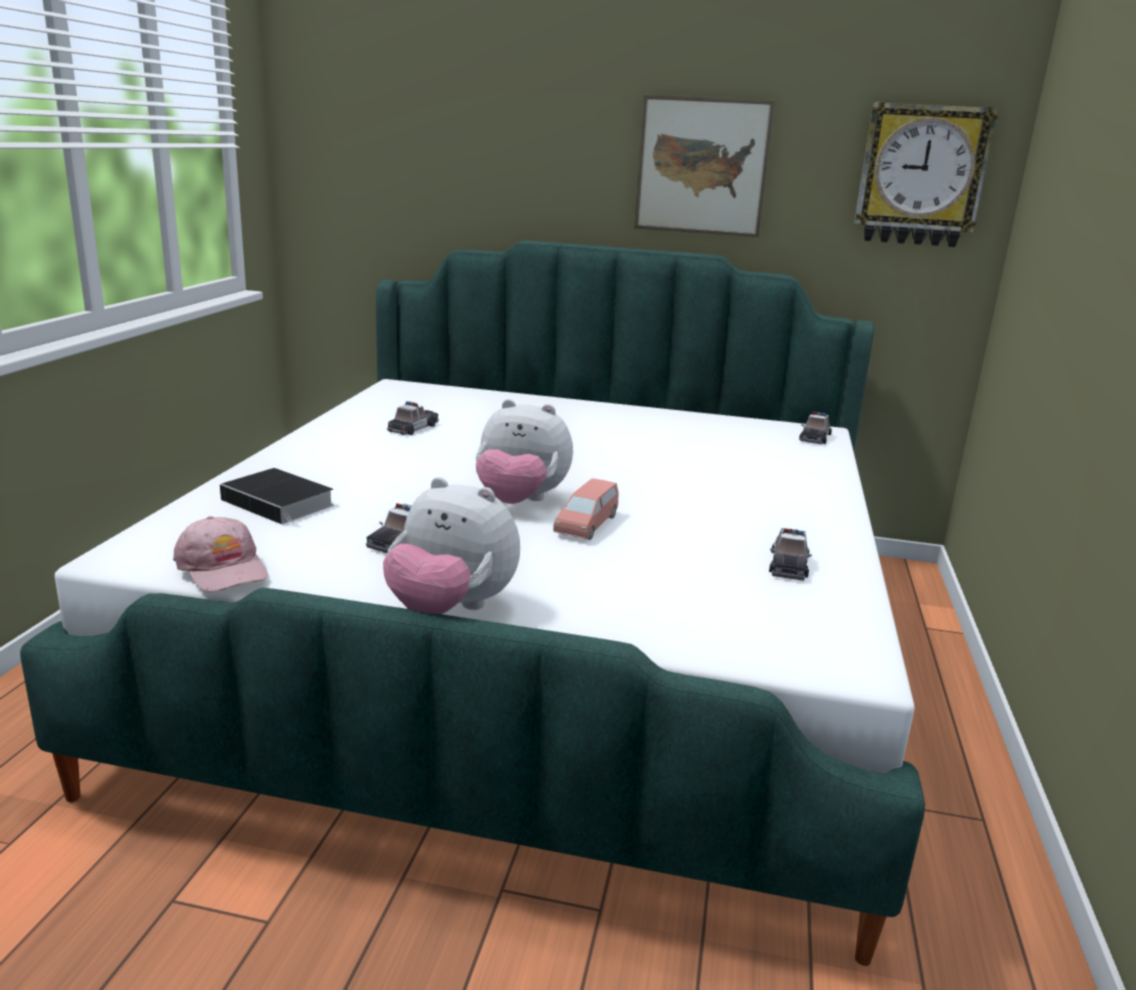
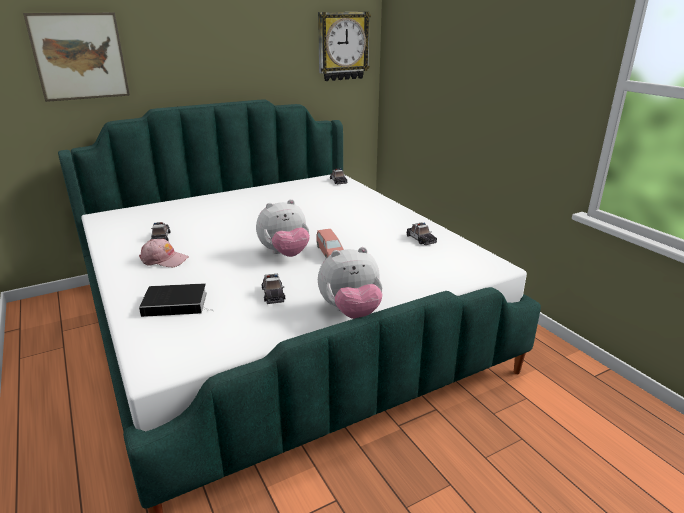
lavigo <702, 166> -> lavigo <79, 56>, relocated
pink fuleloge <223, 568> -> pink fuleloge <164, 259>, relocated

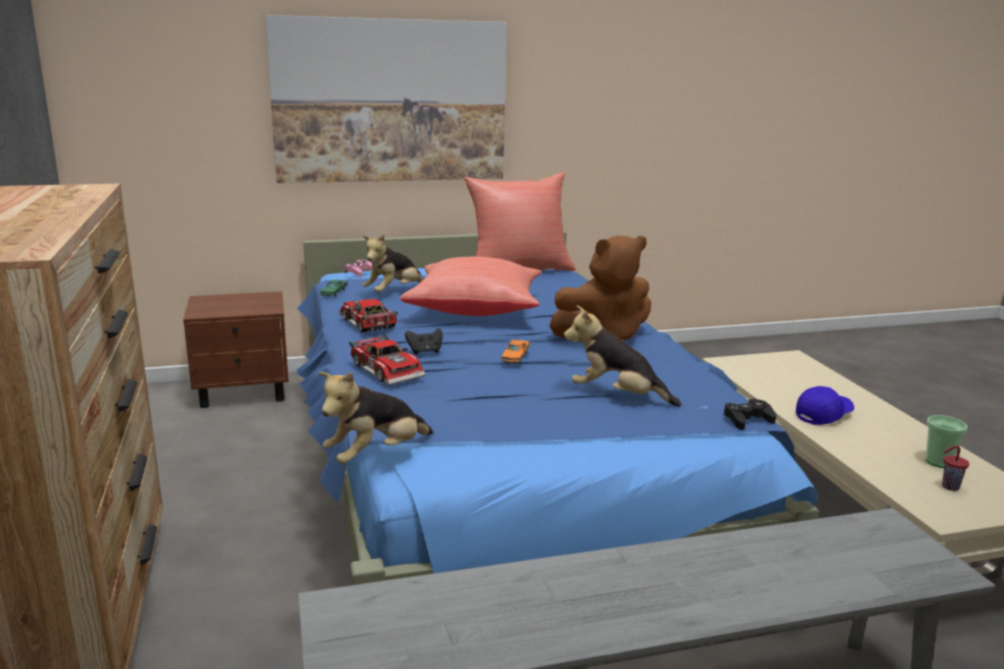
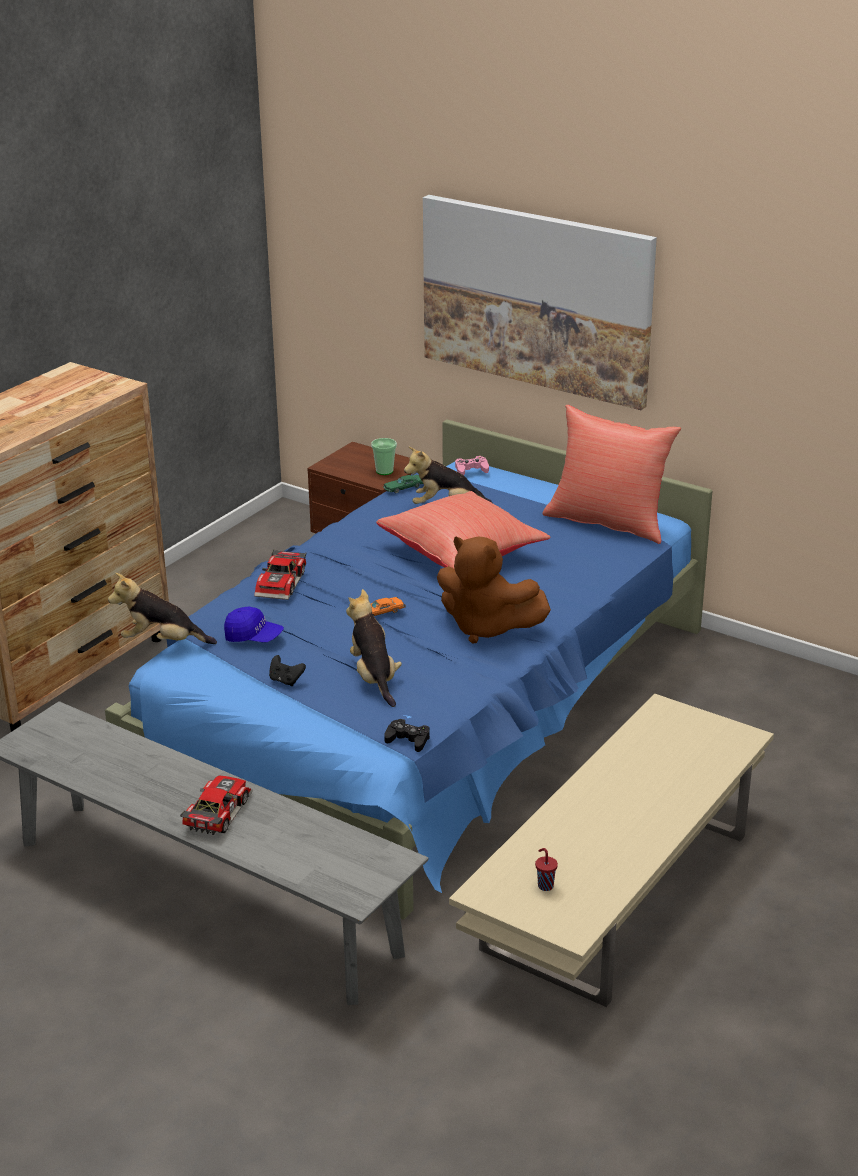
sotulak <366, 323> -> sotulak <215, 812>, relocated
blue fuleloge <823, 415> -> blue fuleloge <253, 637>, relocated
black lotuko <425, 352> -> black lotuko <286, 681>, relocated
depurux <938, 462> -> depurux <384, 471>, relocated

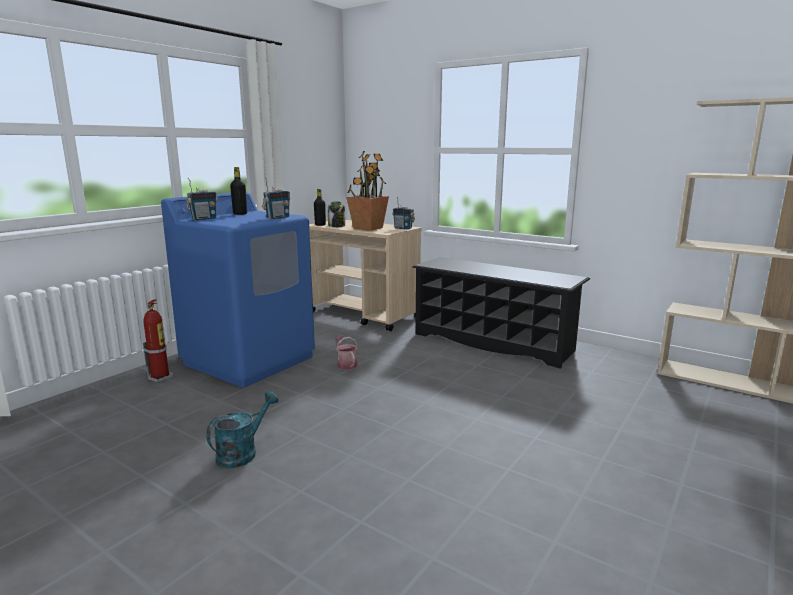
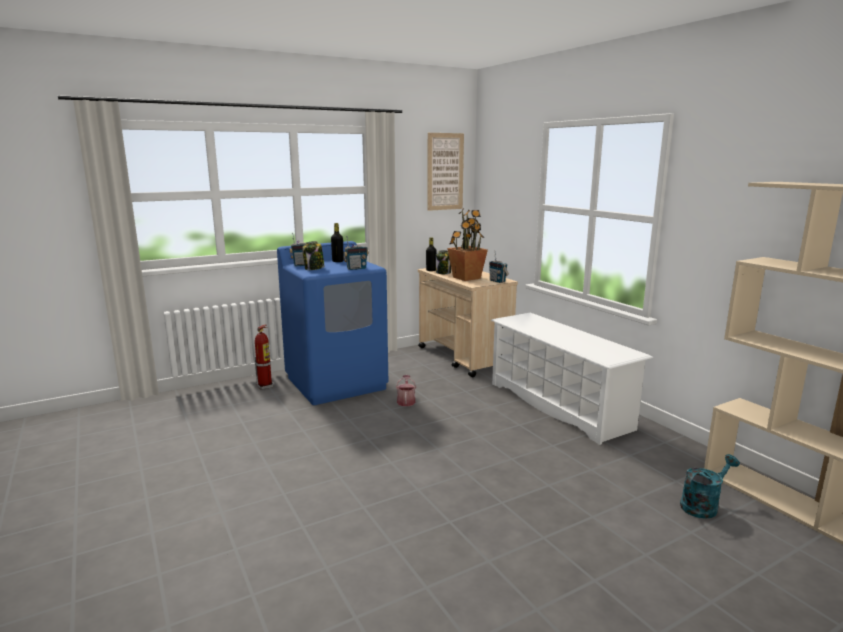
none -> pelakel <314, 268>
none -> lavigo <445, 172>
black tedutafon <493, 342> -> white tedutafon <559, 405>
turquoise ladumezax <242, 453> -> turquoise ladumezax <703, 505>, relocated

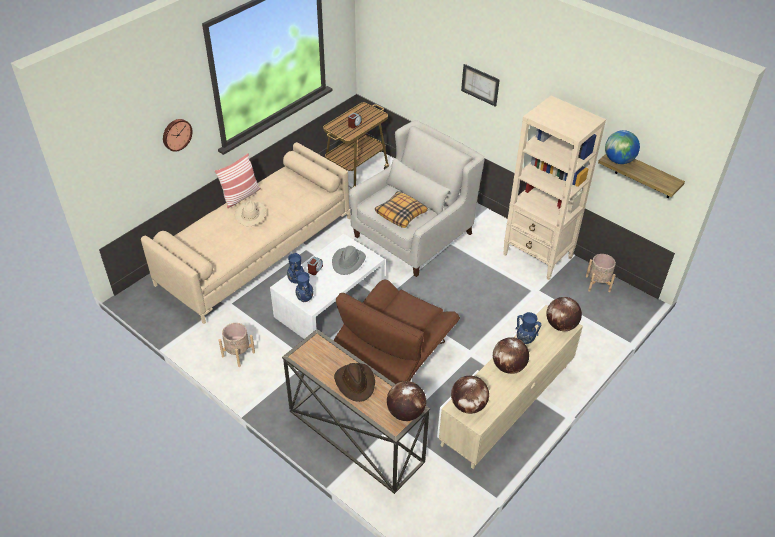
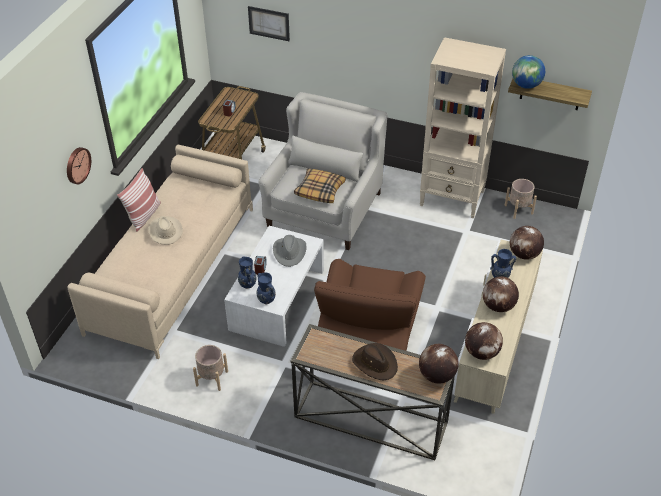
lavigo <480, 84> -> lavigo <269, 23>, relocated

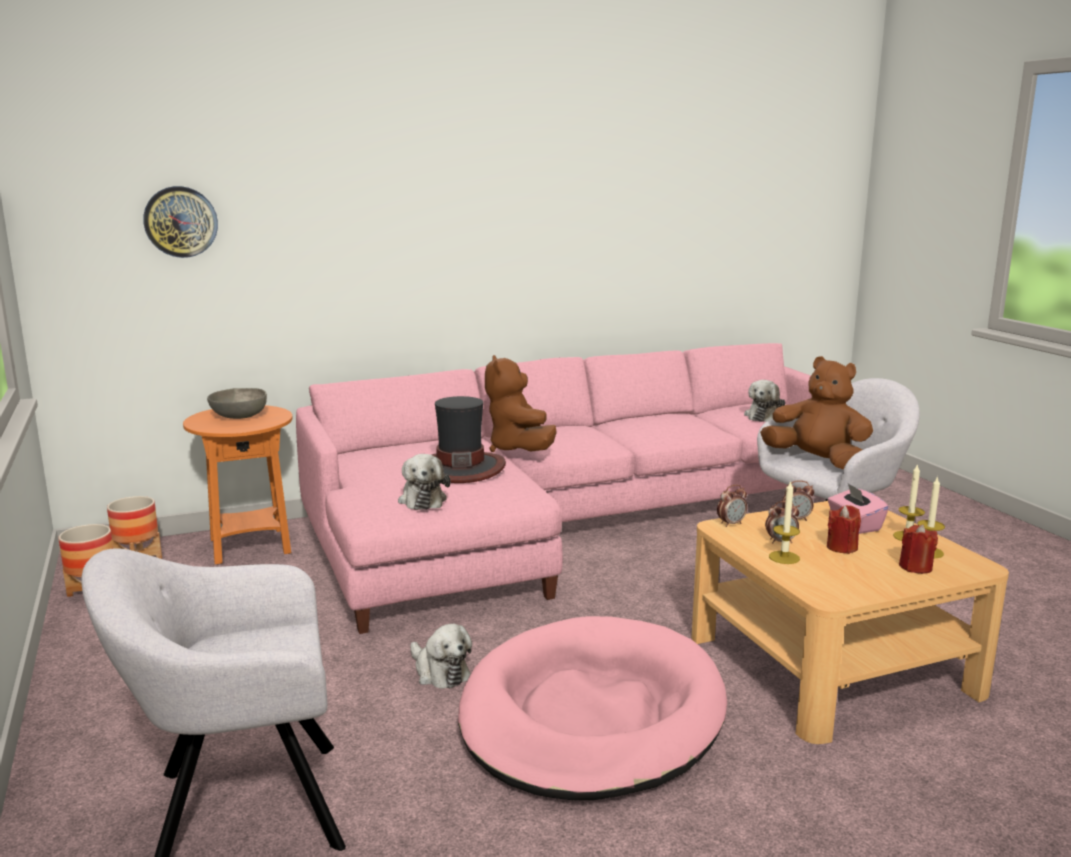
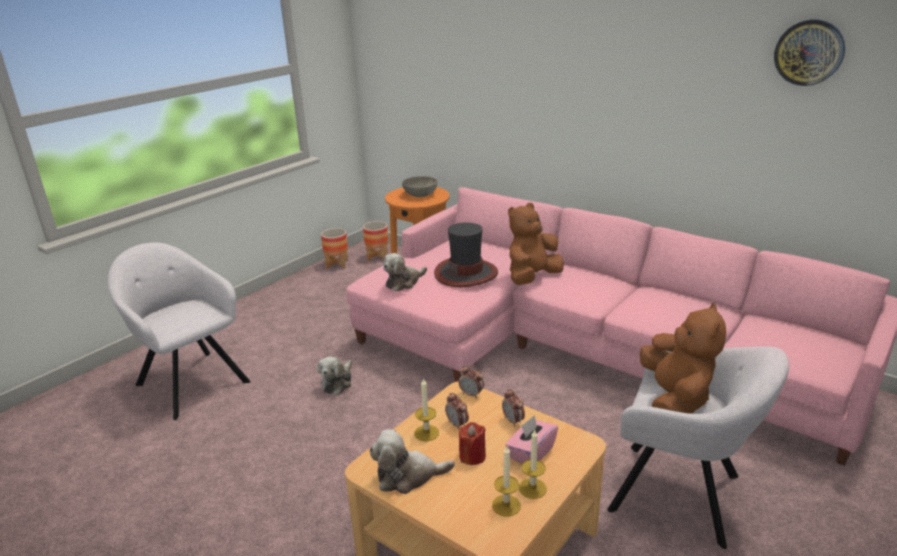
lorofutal <763, 416> -> lorofutal <408, 476>, relocated
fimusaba <180, 222> -> fimusaba <809, 52>, relocated
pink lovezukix <592, 715> -> none
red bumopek <915, 567> -> none

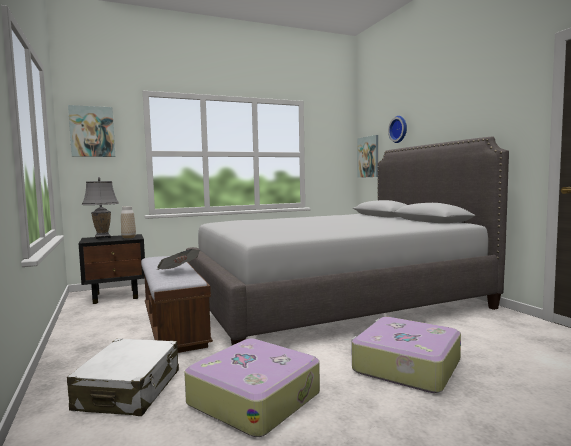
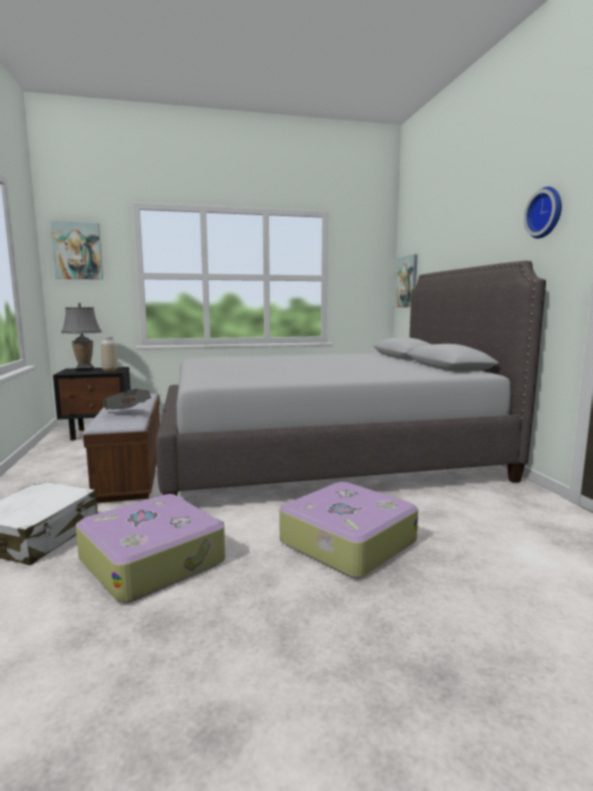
fimusaba <399, 129> -> fimusaba <546, 213>, relocated

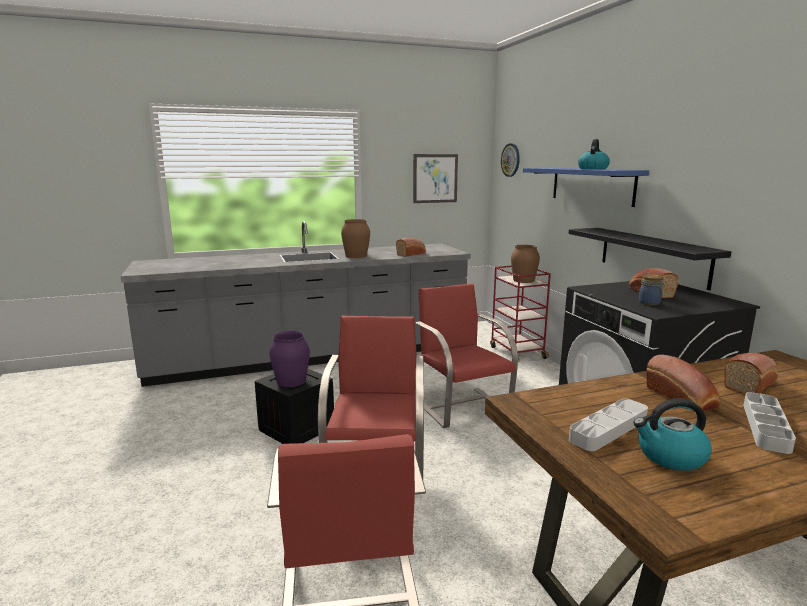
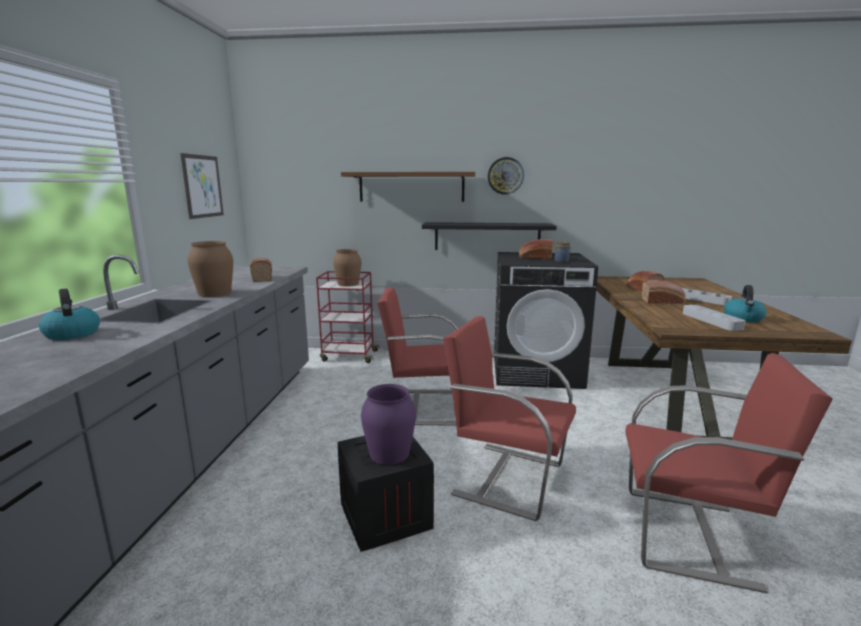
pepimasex <592, 169> -> pepimasex <72, 334>, relocated
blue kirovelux <591, 185> -> brown kirovelux <411, 187>
fimusaba <511, 160> -> fimusaba <505, 176>, relocated

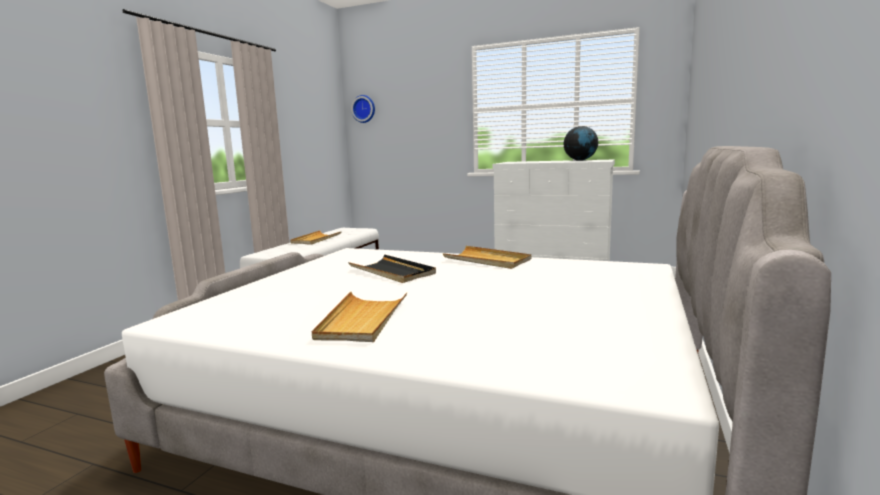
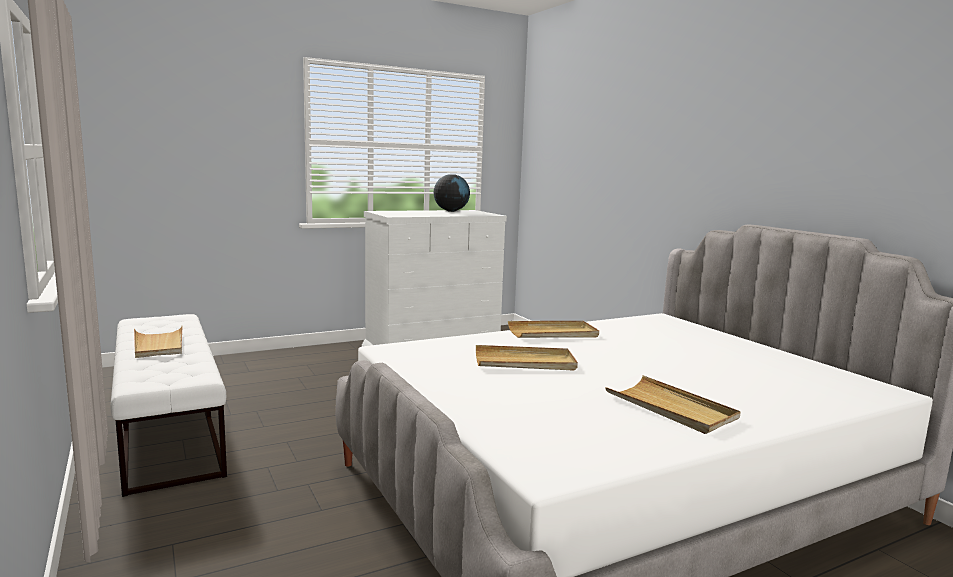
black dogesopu <392, 272> -> beige dogesopu <525, 362>
fimusaba <364, 109> -> none

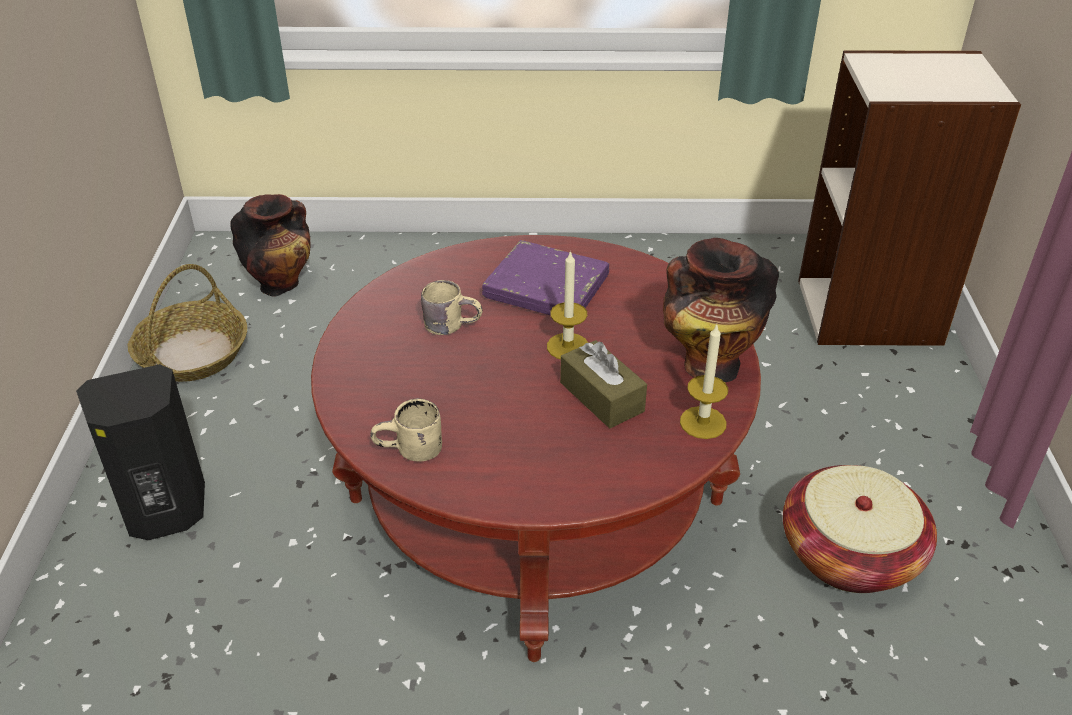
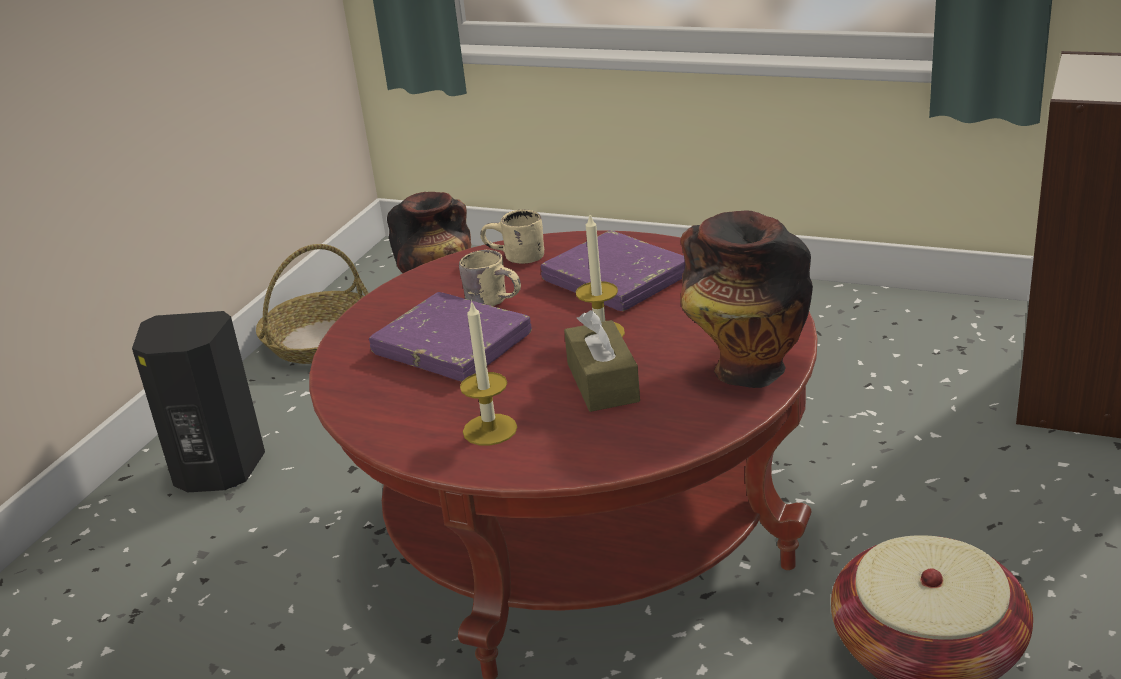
none -> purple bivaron <452, 345>
bumopek <703, 422> -> bumopek <490, 429>, relocated
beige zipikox <411, 452> -> beige zipikox <515, 258>, relocated

